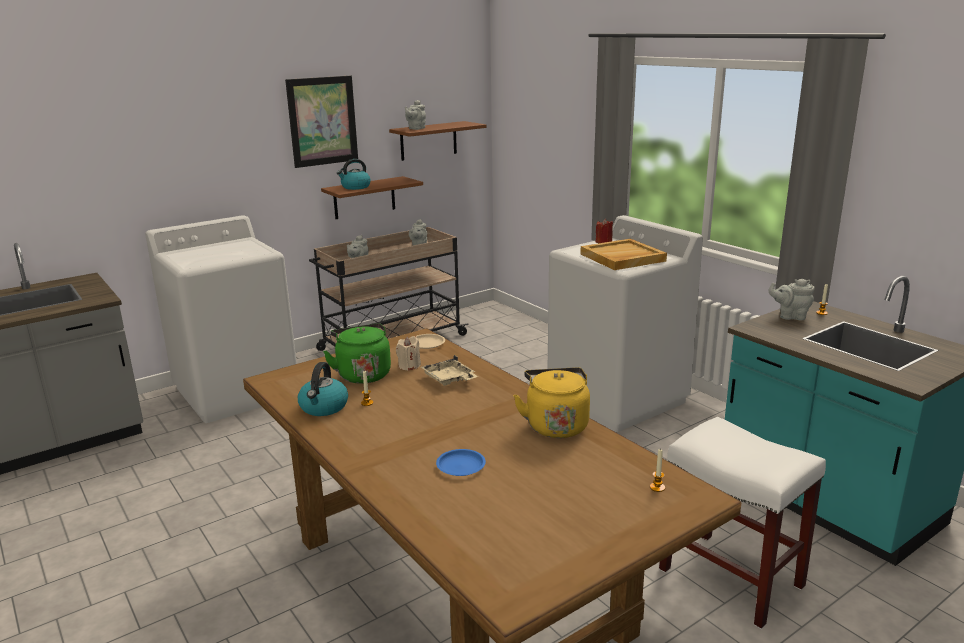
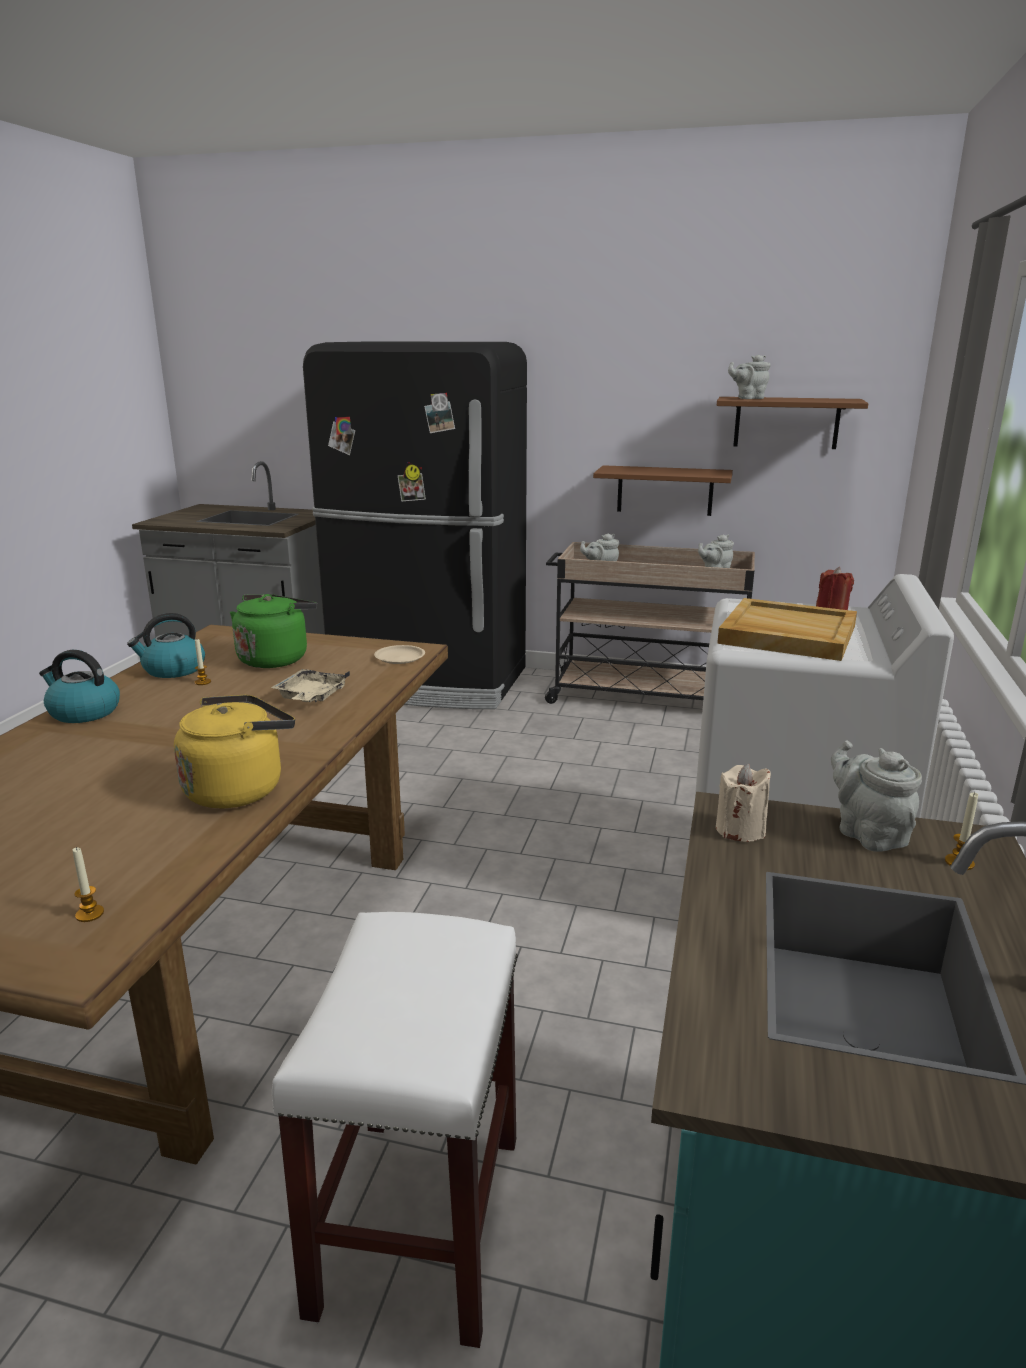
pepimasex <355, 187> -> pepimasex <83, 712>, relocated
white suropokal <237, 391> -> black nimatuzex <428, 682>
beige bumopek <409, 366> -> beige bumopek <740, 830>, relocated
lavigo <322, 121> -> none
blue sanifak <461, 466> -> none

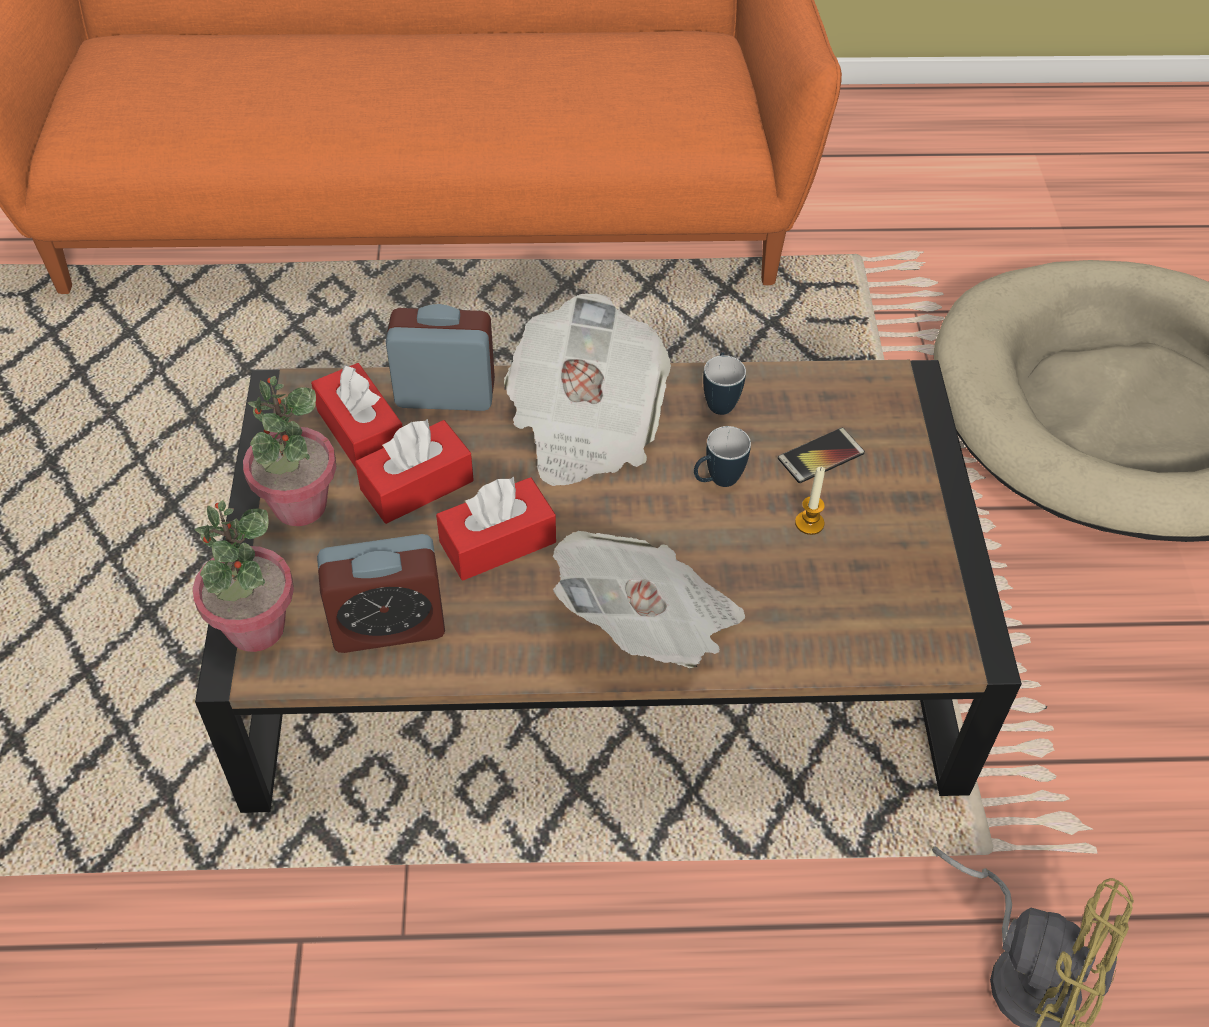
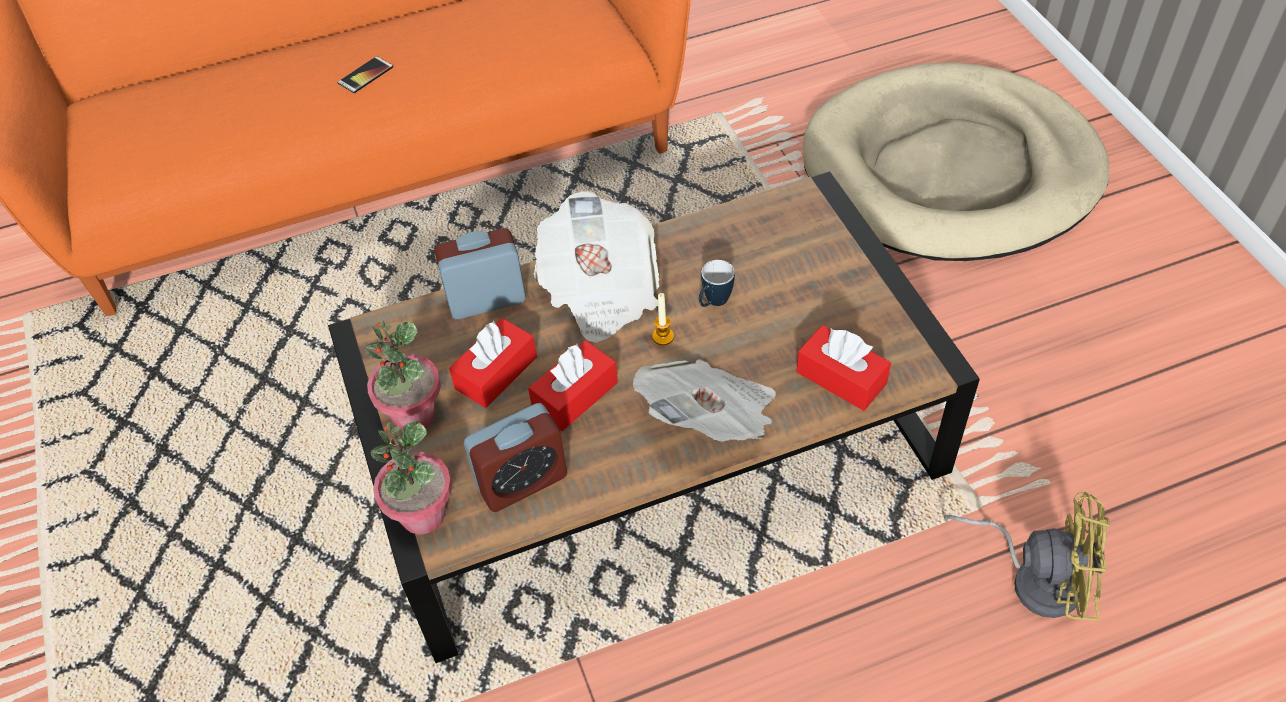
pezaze <820, 456> -> pezaze <365, 75>, relocated
bumopek <809, 523> -> bumopek <663, 336>, relocated
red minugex <361, 431> -> red minugex <841, 378>, relocated
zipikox <720, 400> -> none

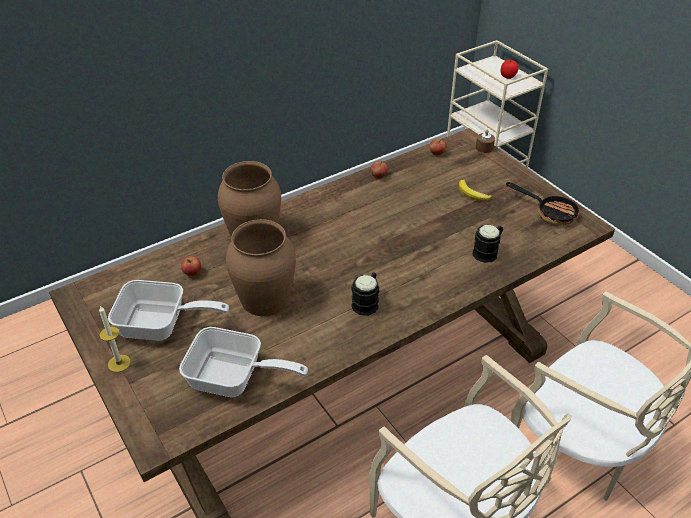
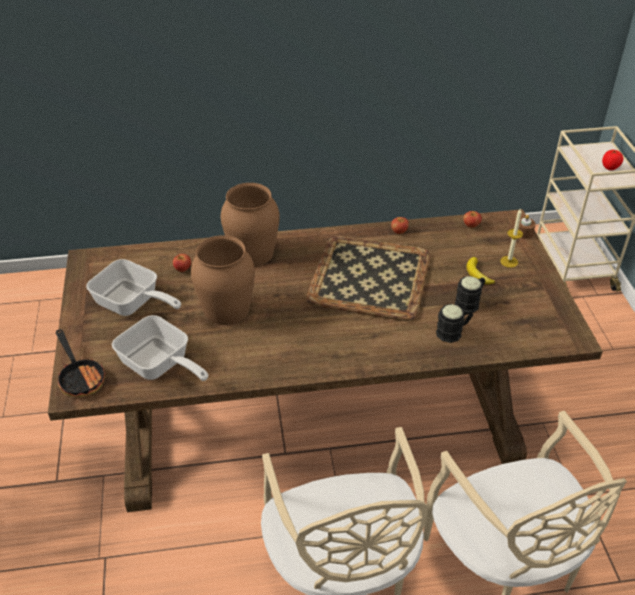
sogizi <550, 212> -> sogizi <80, 377>, relocated
none -> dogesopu <371, 277>
black zipikox <367, 302> -> black zipikox <470, 302>, relocated
bumopek <119, 363> -> bumopek <509, 261>, relocated

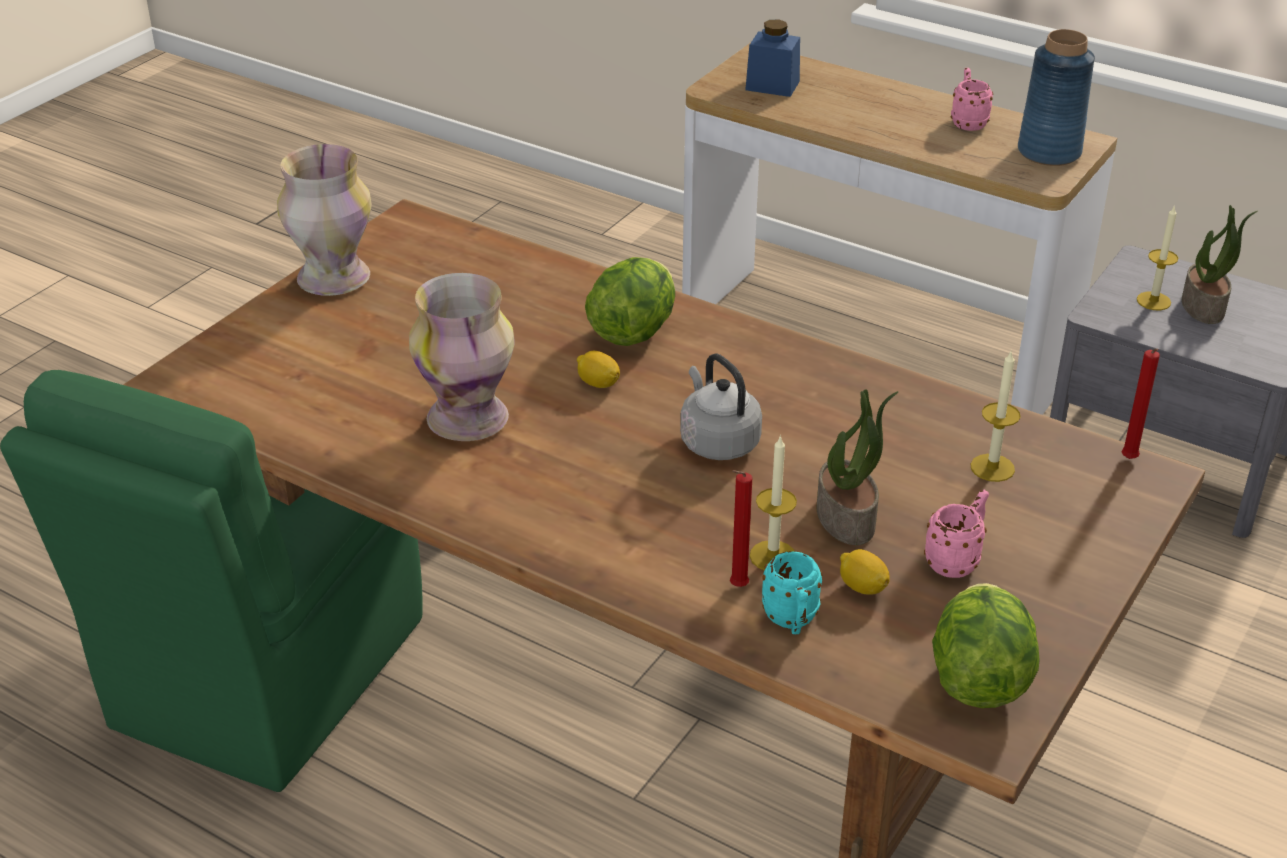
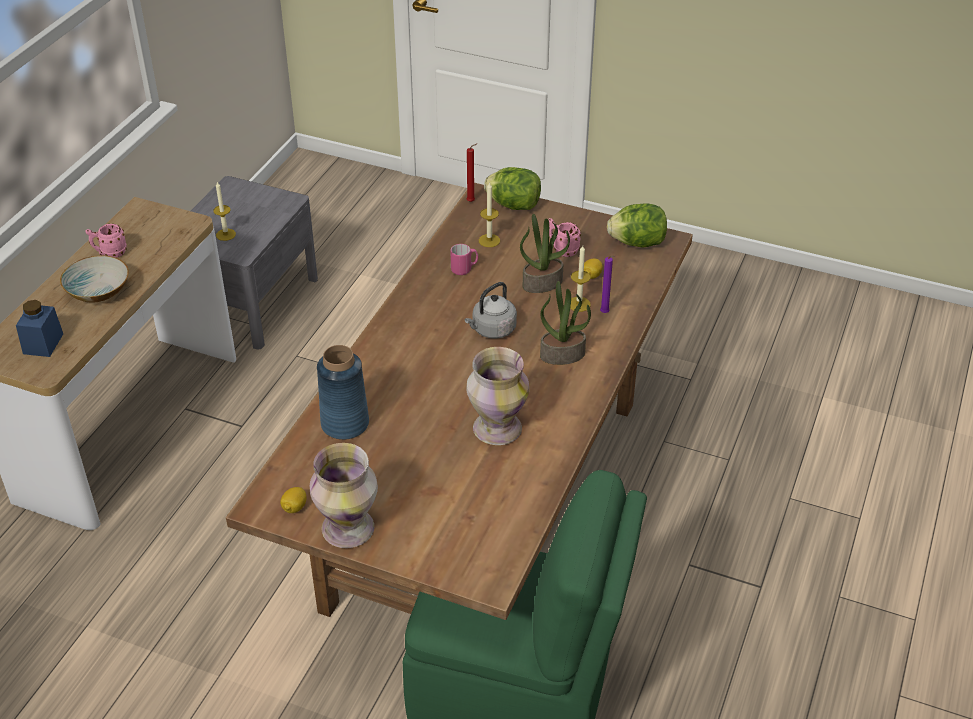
none -> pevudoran <98, 292>
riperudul <598, 384> -> riperudul <294, 508>, relocated
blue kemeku <1049, 152> -> blue kemeku <345, 424>, relocated
none -> pink zipikox <464, 269>
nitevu <633, 331> -> nitevu <514, 205>, relocated
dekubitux <1204, 307> -> dekubitux <563, 354>, relocated
red bumopek <736, 587> -> purple bumopek <605, 313>
turquoise zipikox <792, 621> -> none

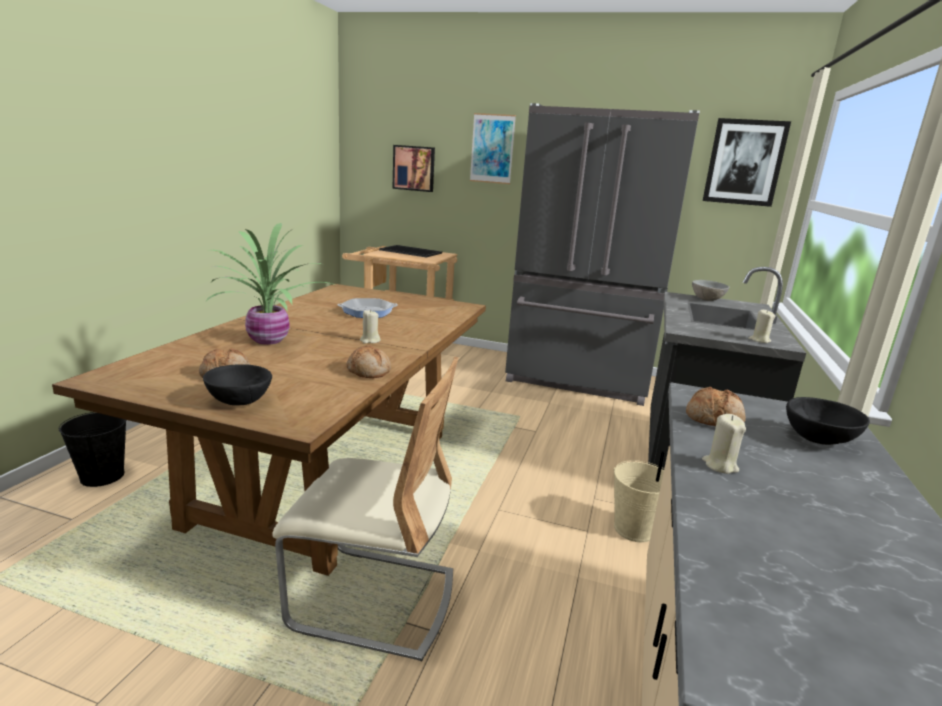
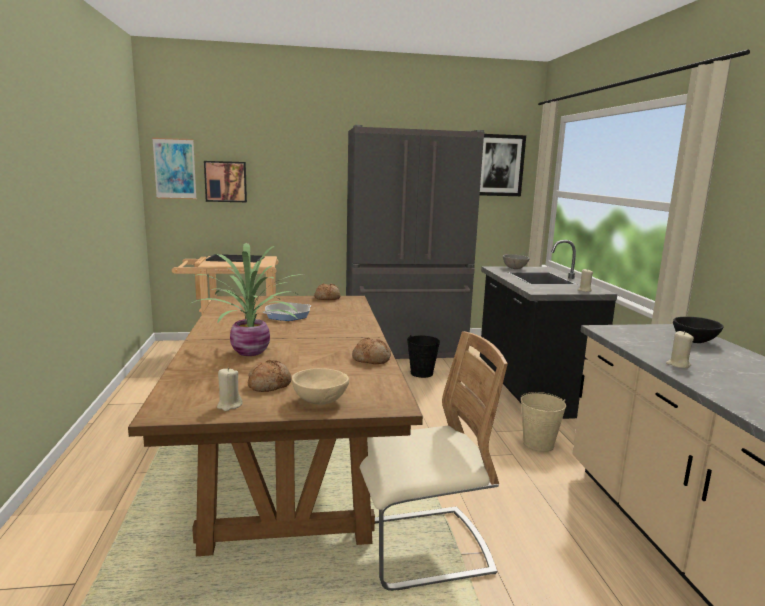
lavigo <492, 149> -> lavigo <175, 169>, relocated
beige bumopek <370, 341> -> beige bumopek <229, 405>, relocated
black pevudoran <240, 401> -> beige pevudoran <320, 401>
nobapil <714, 419> -> nobapil <327, 298>, relocated
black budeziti <102, 476> -> black budeziti <421, 373>, relocated

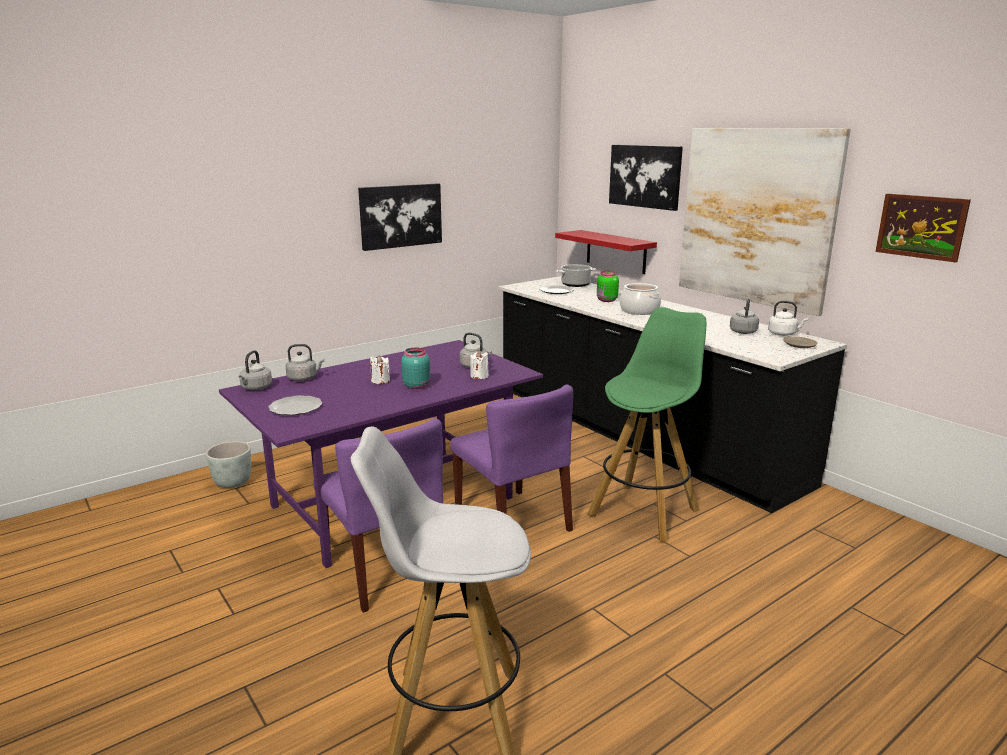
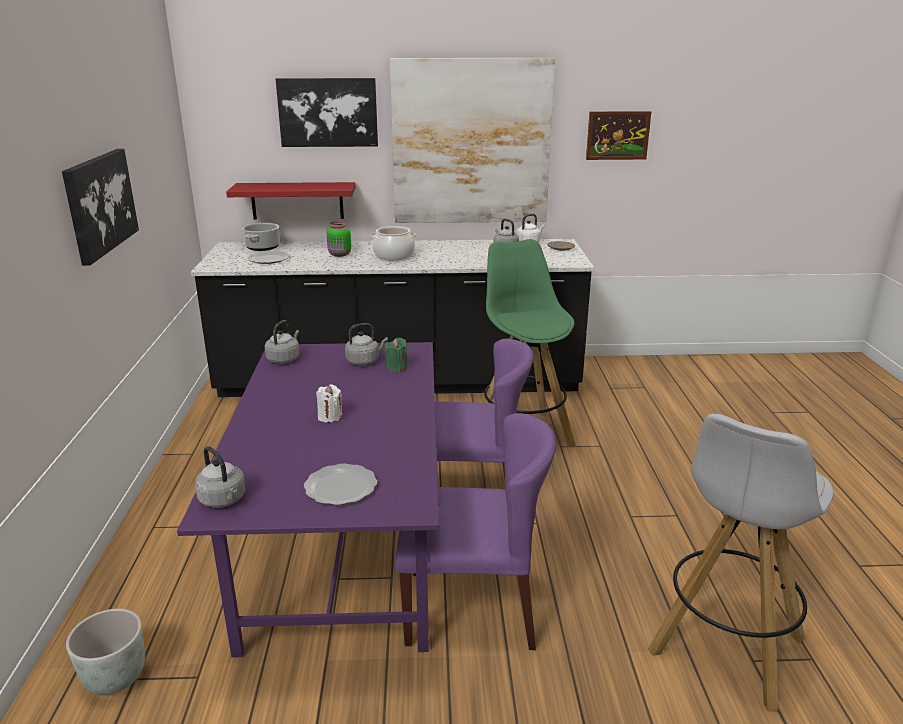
grey pepimasex <304, 378> -> grey pepimasex <284, 359>, relocated
white bumopek <479, 376> -> green bumopek <396, 368>
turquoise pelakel <416, 386> -> none

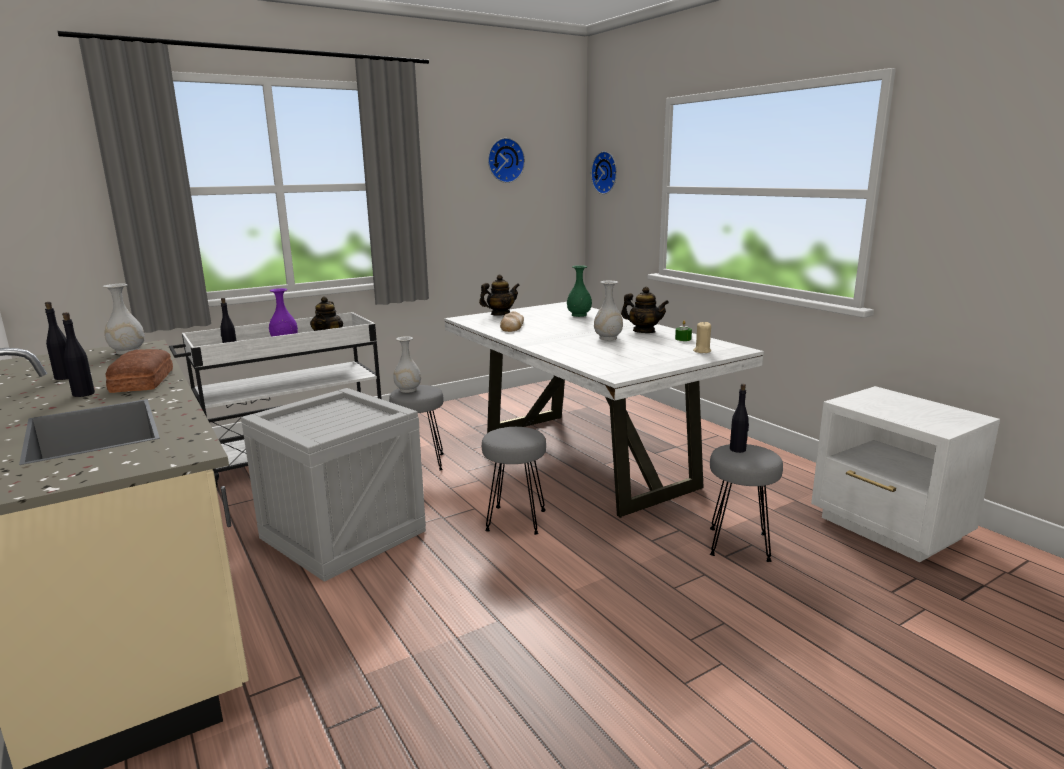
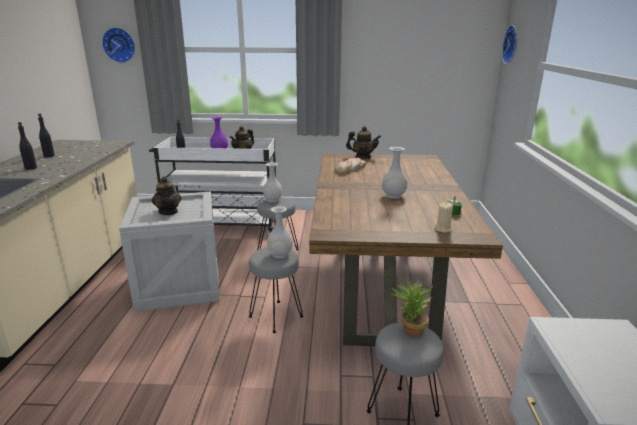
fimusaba <504, 160> -> fimusaba <120, 45>, relocated
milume <644, 331> -> milume <168, 212>, relocated
white kemeku <127, 351> -> white kemeku <279, 254>, relocated
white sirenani <583, 459> -> brown sirenani <381, 286>
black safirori <738, 449> -> dekubitux <409, 331>
nobapil <140, 381> -> none
green kemeku <579, 315> -> none

